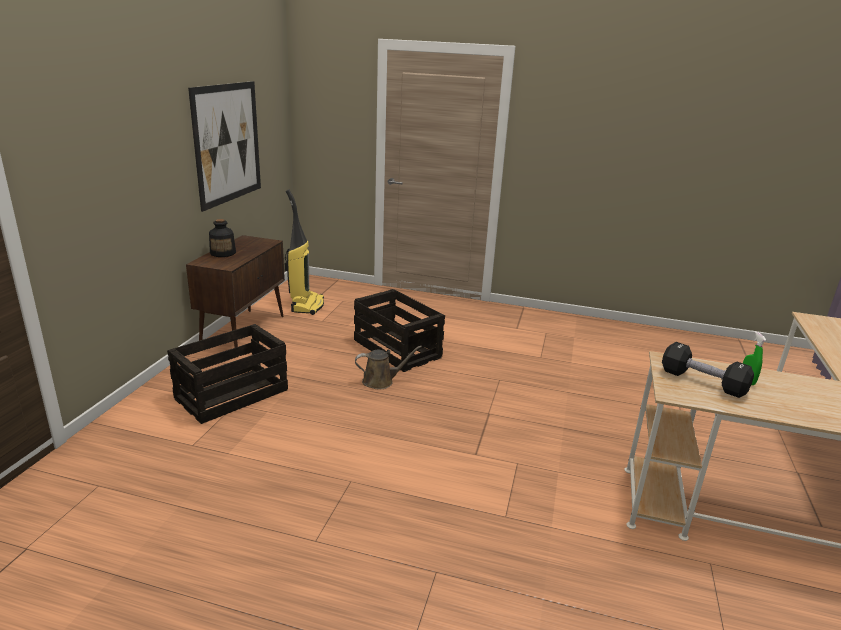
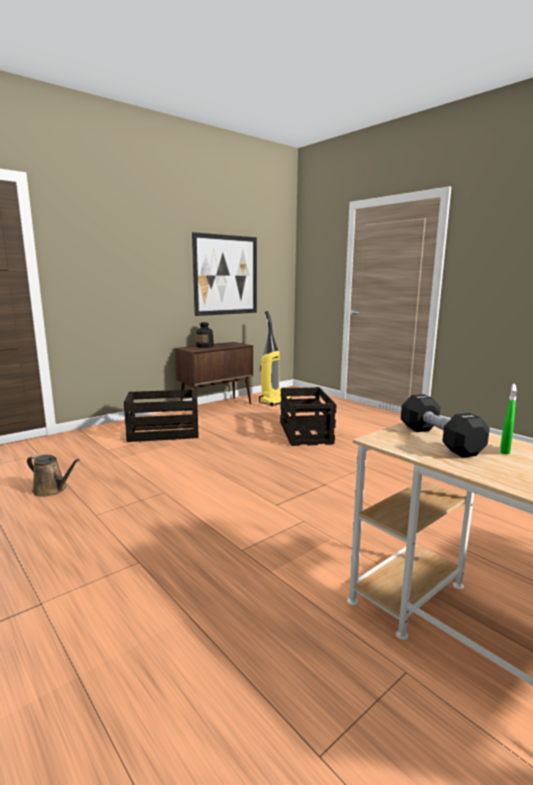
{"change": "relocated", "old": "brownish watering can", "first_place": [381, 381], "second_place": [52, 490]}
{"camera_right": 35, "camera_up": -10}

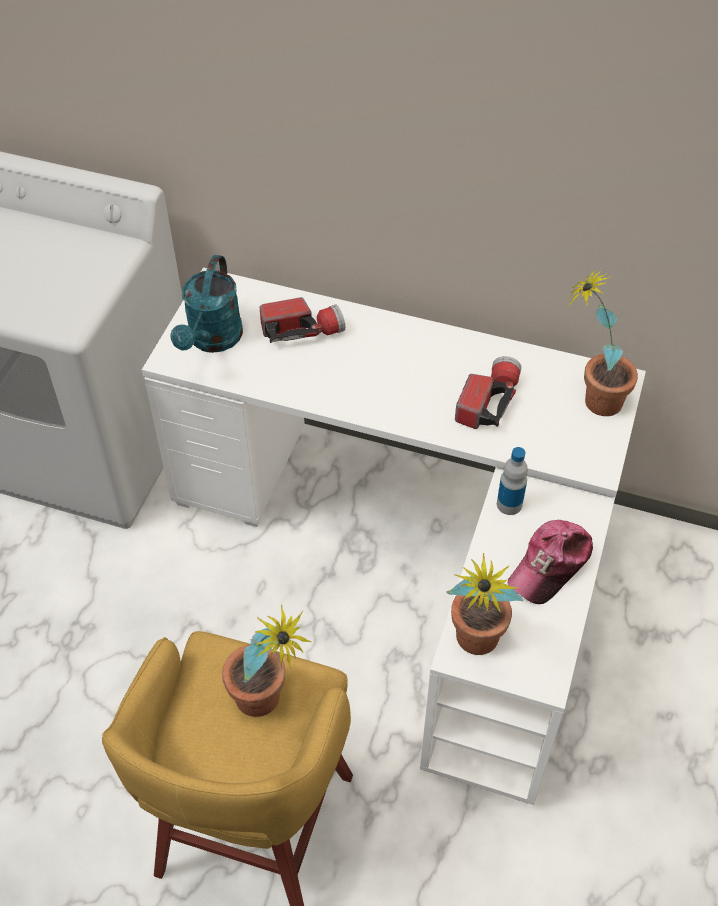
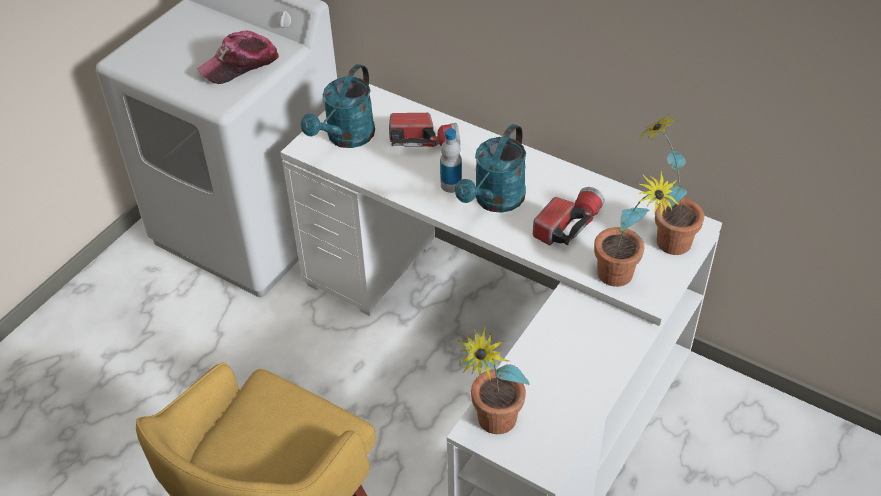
{"change": "relocated", "old": "bottle", "first_place": [509, 504], "second_place": [451, 185]}
{"change": "relocated", "old": "peaked cap", "first_place": [550, 565], "second_place": [240, 65]}
{"change": "relocated", "old": "houseplant", "first_place": [267, 705], "second_place": [622, 280]}
{"change": "appeared", "new": "turquoise-coloured watering can", "second_place": [495, 201]}
{"camera_right": 15, "camera_up": -5}

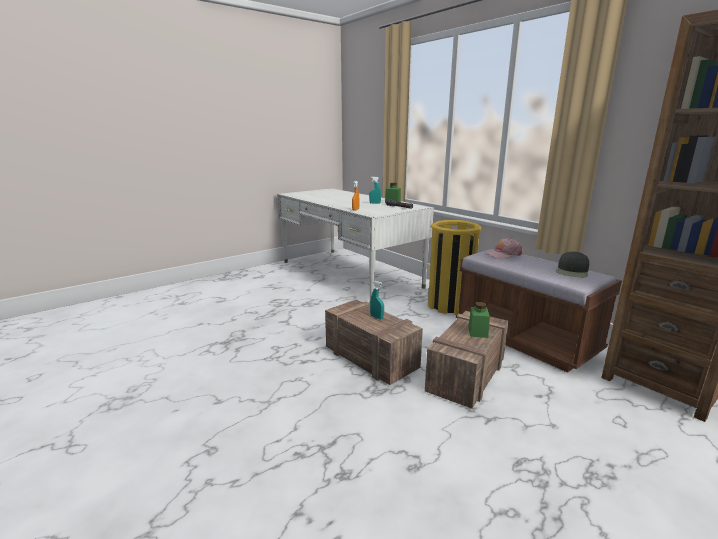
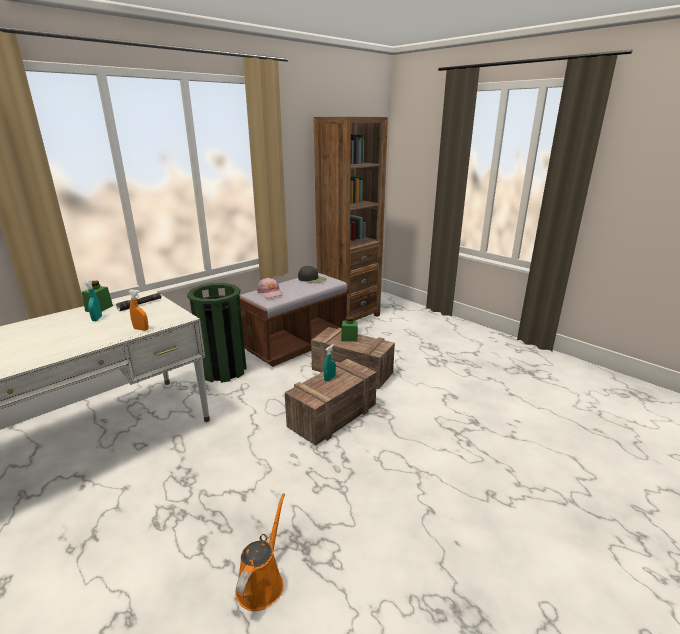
{"change": "colour", "old": "yellow waste bin", "new": "greenish waste bin", "first_place": [449, 305], "second_place": [223, 370]}
{"change": "appeared", "new": "orange-coloured watering can", "second_place": [262, 582]}
{"camera_right": -95, "camera_up": 5}

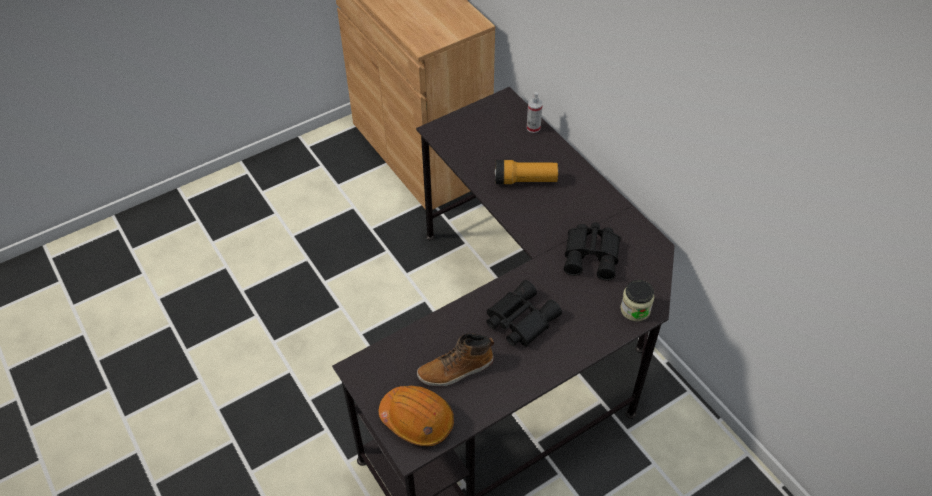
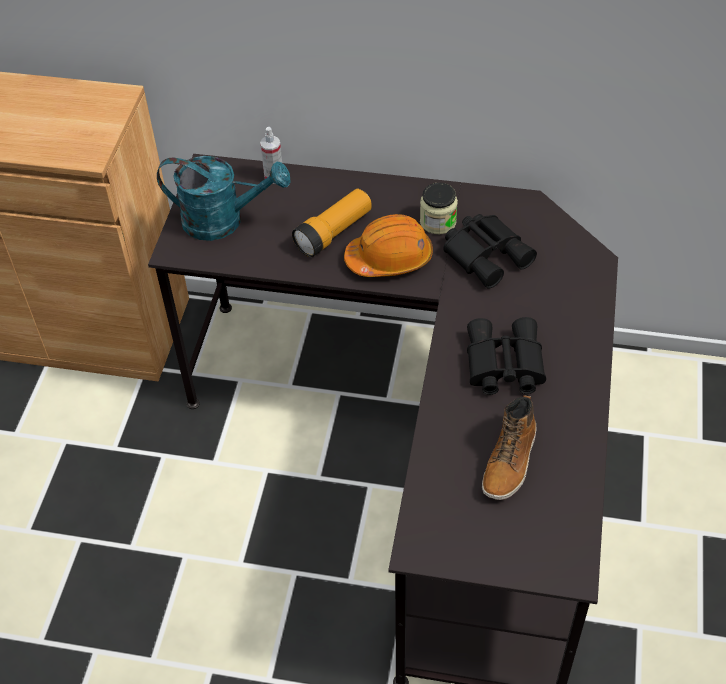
{"change": "relocated", "old": "preserve jar", "first_place": [635, 309], "second_place": [438, 222]}
{"change": "relocated", "old": "orange-coloured hard hat", "first_place": [417, 420], "second_place": [390, 258]}
{"change": "appeared", "new": "turquoise-coloured watering can", "second_place": [224, 221]}
{"camera_right": -45, "camera_up": 0}

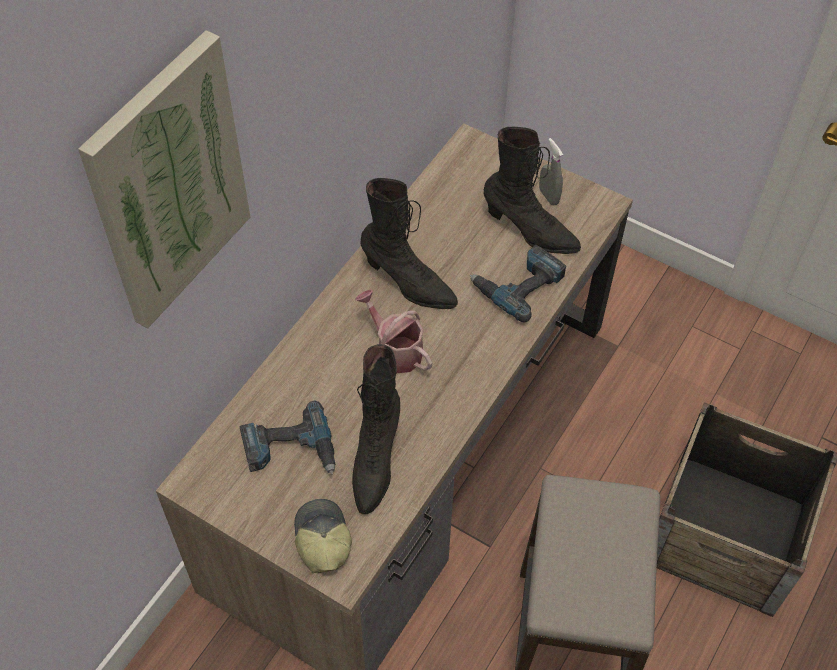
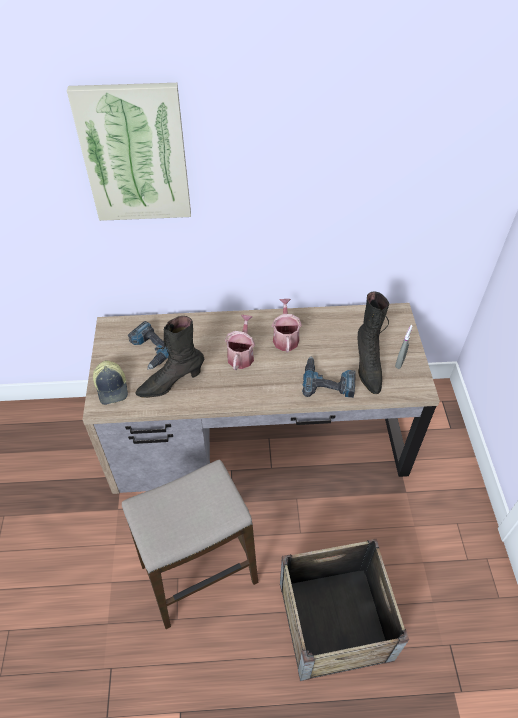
{"change": "exchanged", "old": "black tall boot", "new": "watering can", "first_place": [408, 283], "second_place": [285, 337]}
{"change": "spun", "old": "peaked cap", "first_place": [321, 540], "second_place": [112, 387], "degrees": 120}
{"camera_right": 55, "camera_up": -5}

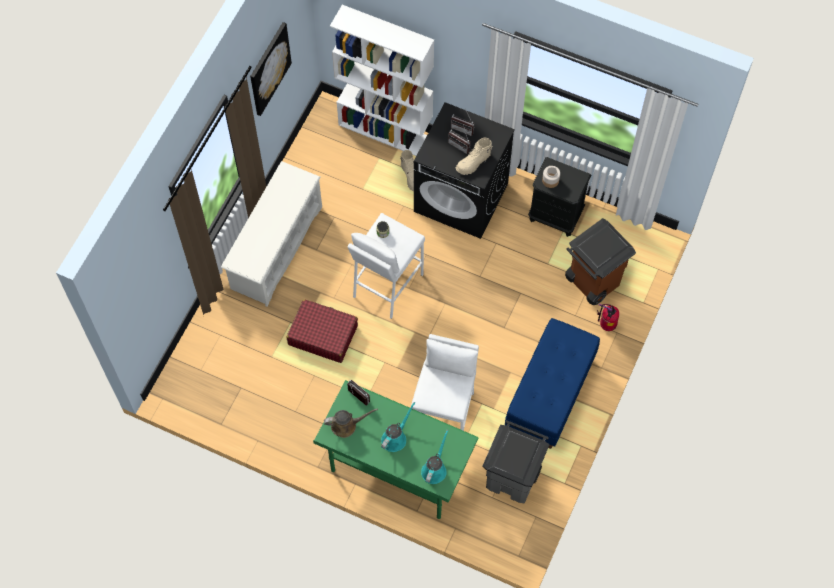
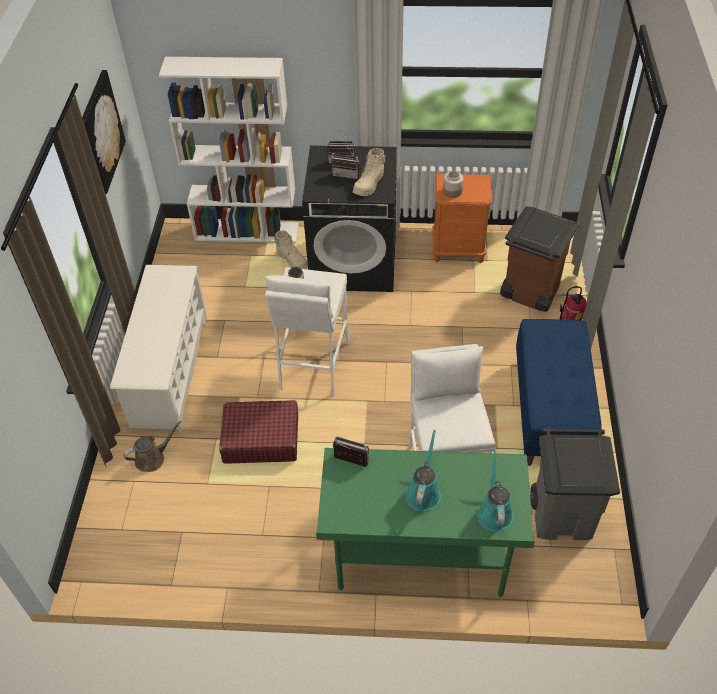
{"change": "colour", "old": "black night table", "new": "orange-coloured night table", "first_place": [555, 216], "second_place": [458, 250]}
{"change": "relocated", "old": "brownish watering can", "first_place": [346, 425], "second_place": [152, 458]}
{"camera_right": -20, "camera_up": -15}

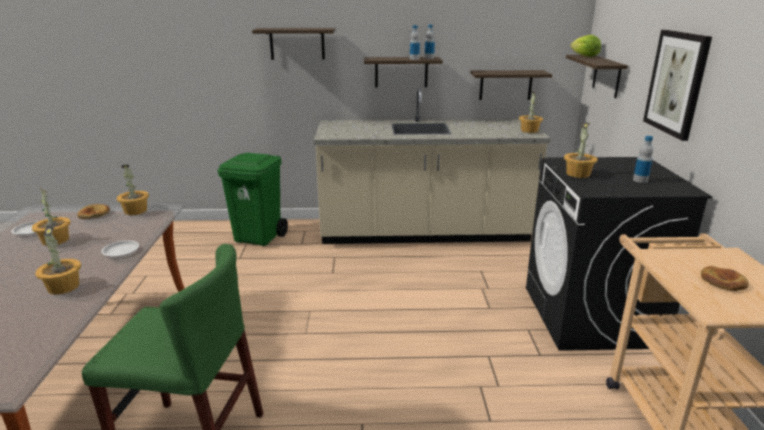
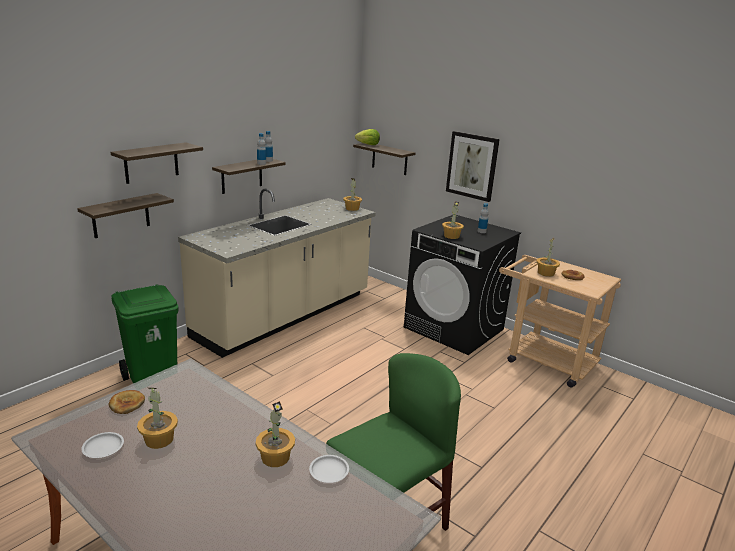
{"change": "relocated", "old": "bracket shelf", "first_place": [505, 85], "second_place": [121, 216]}
{"change": "relocated", "old": "houseplant", "first_place": [135, 211], "second_place": [546, 273]}
{"change": "relocated", "old": "white dinner plate", "first_place": [121, 251], "second_place": [328, 471]}
{"camera_right": -50, "camera_up": 0}

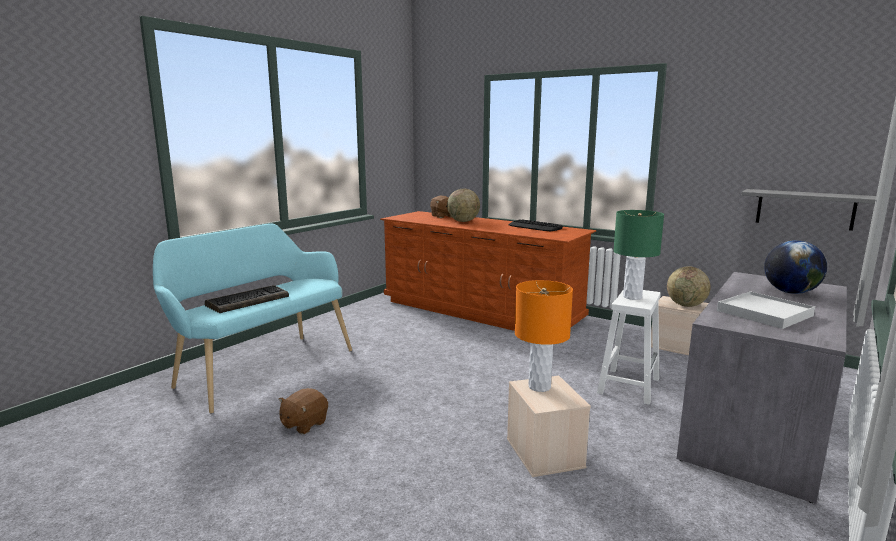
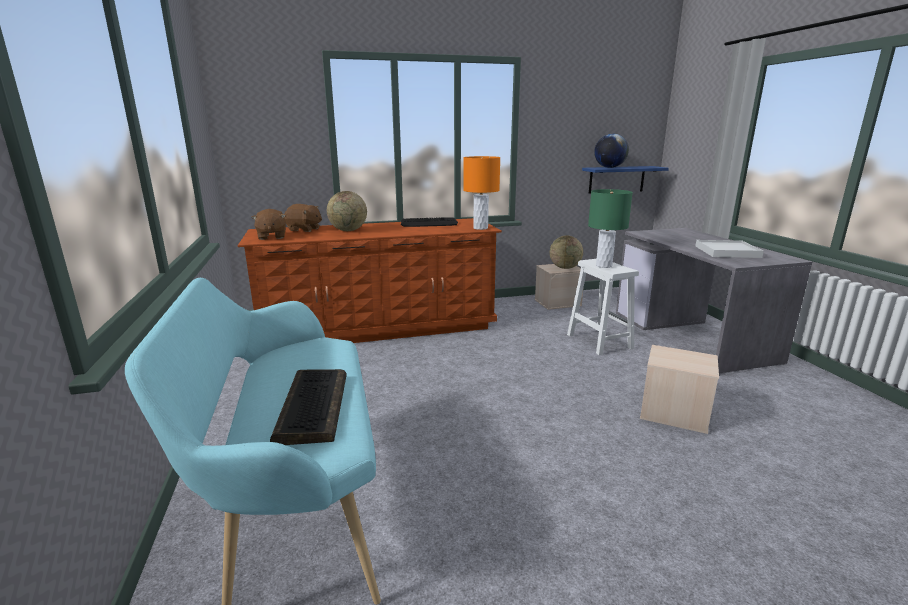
{"change": "colour", "old": "gray bracket shelf", "new": "bluish bracket shelf", "first_place": [804, 209], "second_place": [616, 179]}
{"change": "relocated", "old": "desk globe", "first_place": [790, 292], "second_place": [609, 168]}
{"change": "relocated", "old": "orange-coloured table lamp", "first_place": [539, 387], "second_place": [480, 228]}
{"change": "relocated", "old": "brownish cuddly toy", "first_place": [304, 424], "second_place": [271, 237]}
{"camera_right": -50, "camera_up": 5}

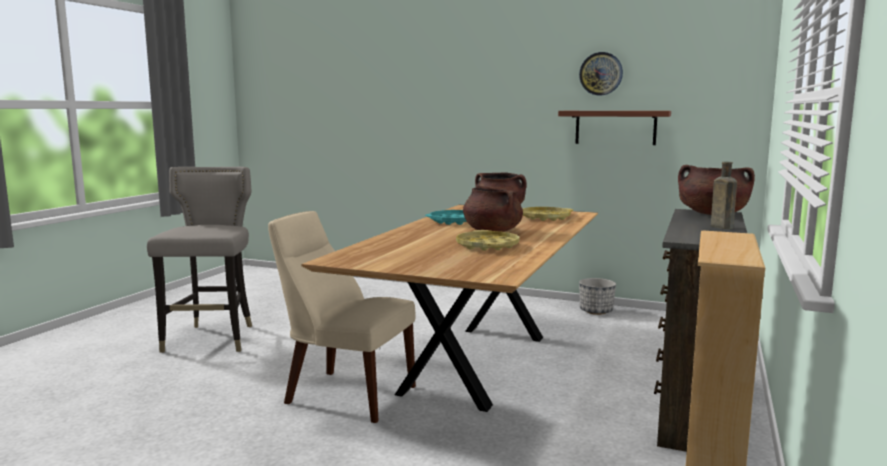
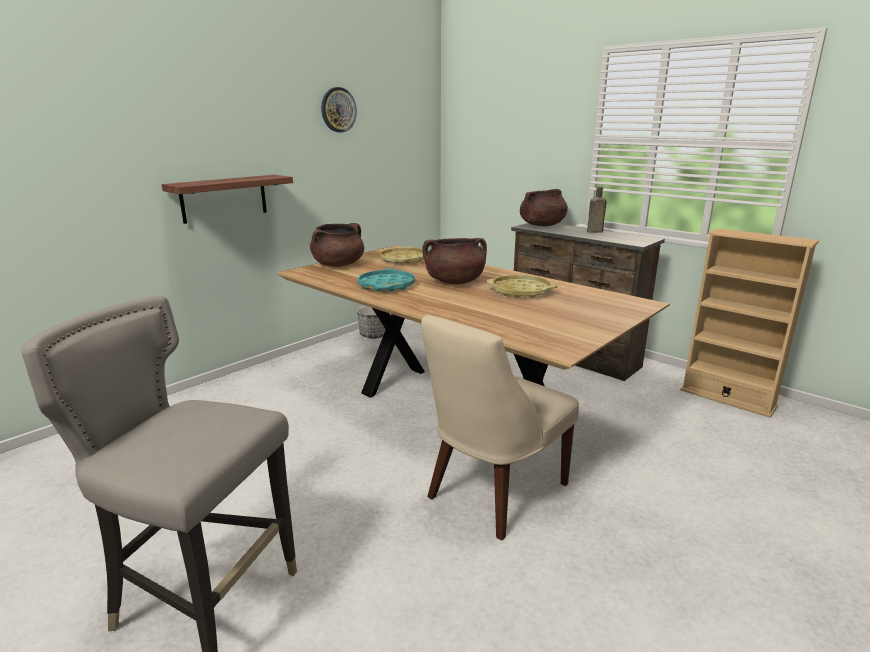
{"change": "relocated", "old": "bracket shelf", "first_place": [615, 127], "second_place": [224, 198]}
{"camera_right": -70, "camera_up": 10}

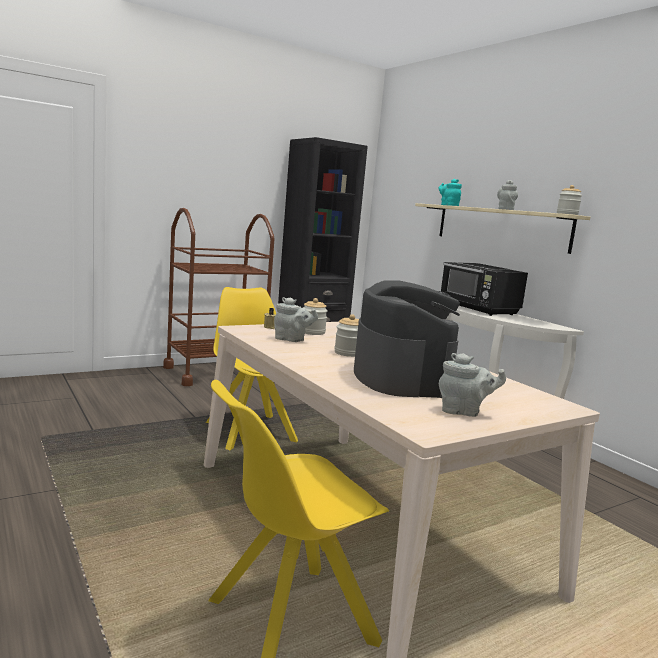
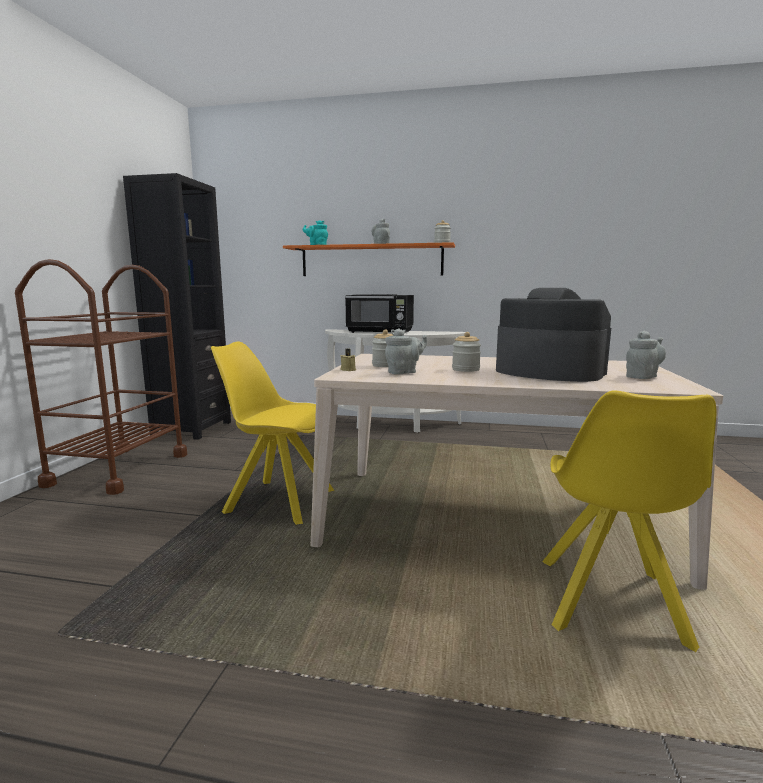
{"change": "colour", "old": "beige-coloured bracket shelf", "new": "orange-coloured bracket shelf", "first_place": [500, 227], "second_place": [371, 261]}
{"camera_right": -45, "camera_up": 0}

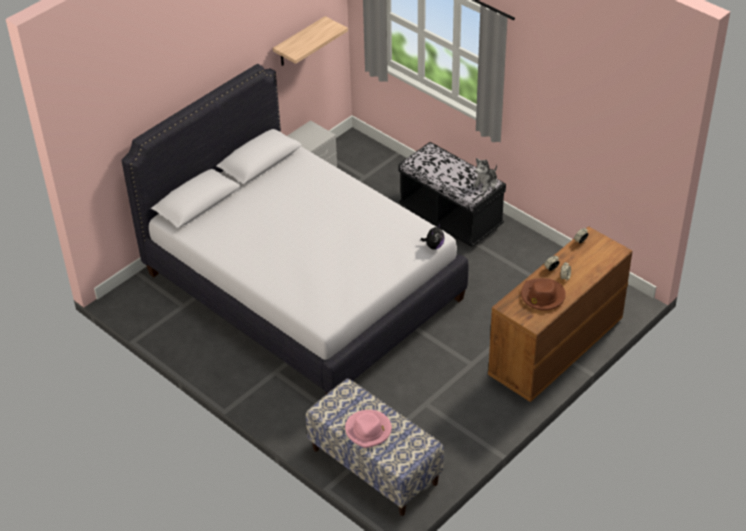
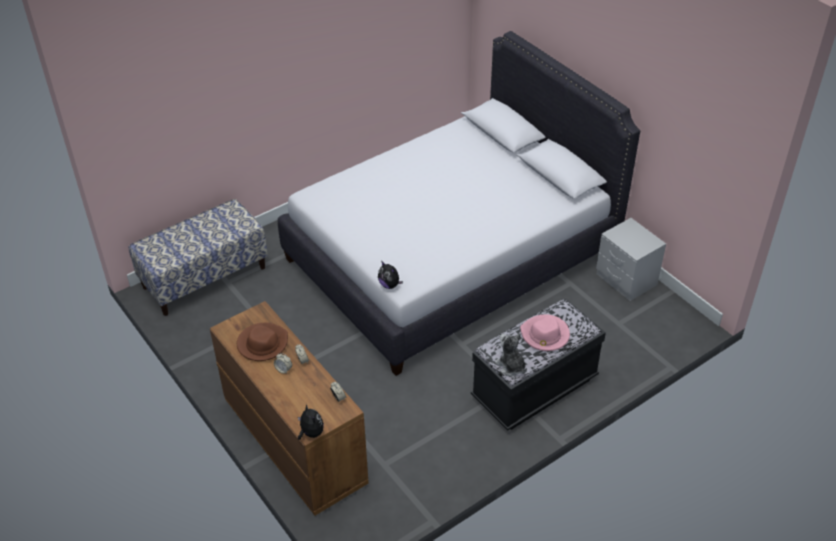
{"change": "missing", "old": "bracket shelf", "first_place": [299, 42]}
{"change": "relocated", "old": "pinkish hat", "first_place": [368, 430], "second_place": [545, 335]}
{"change": "appeared", "new": "cuddly toy", "second_place": [311, 433]}
{"camera_right": 100, "camera_up": 0}

